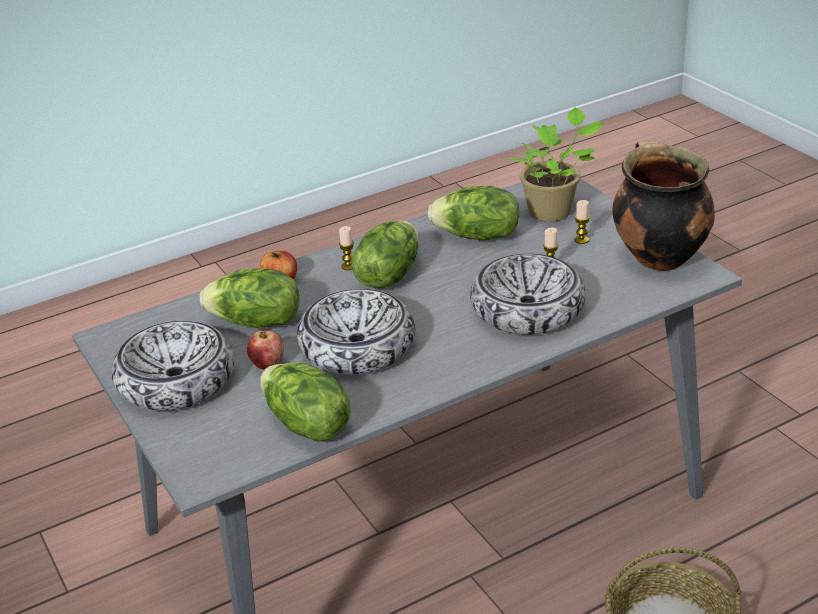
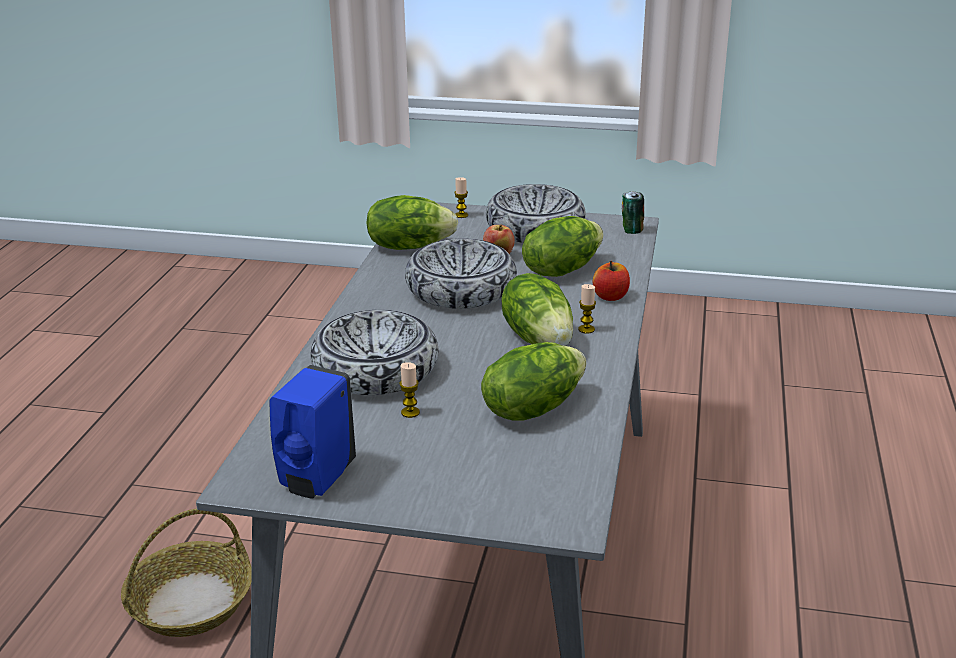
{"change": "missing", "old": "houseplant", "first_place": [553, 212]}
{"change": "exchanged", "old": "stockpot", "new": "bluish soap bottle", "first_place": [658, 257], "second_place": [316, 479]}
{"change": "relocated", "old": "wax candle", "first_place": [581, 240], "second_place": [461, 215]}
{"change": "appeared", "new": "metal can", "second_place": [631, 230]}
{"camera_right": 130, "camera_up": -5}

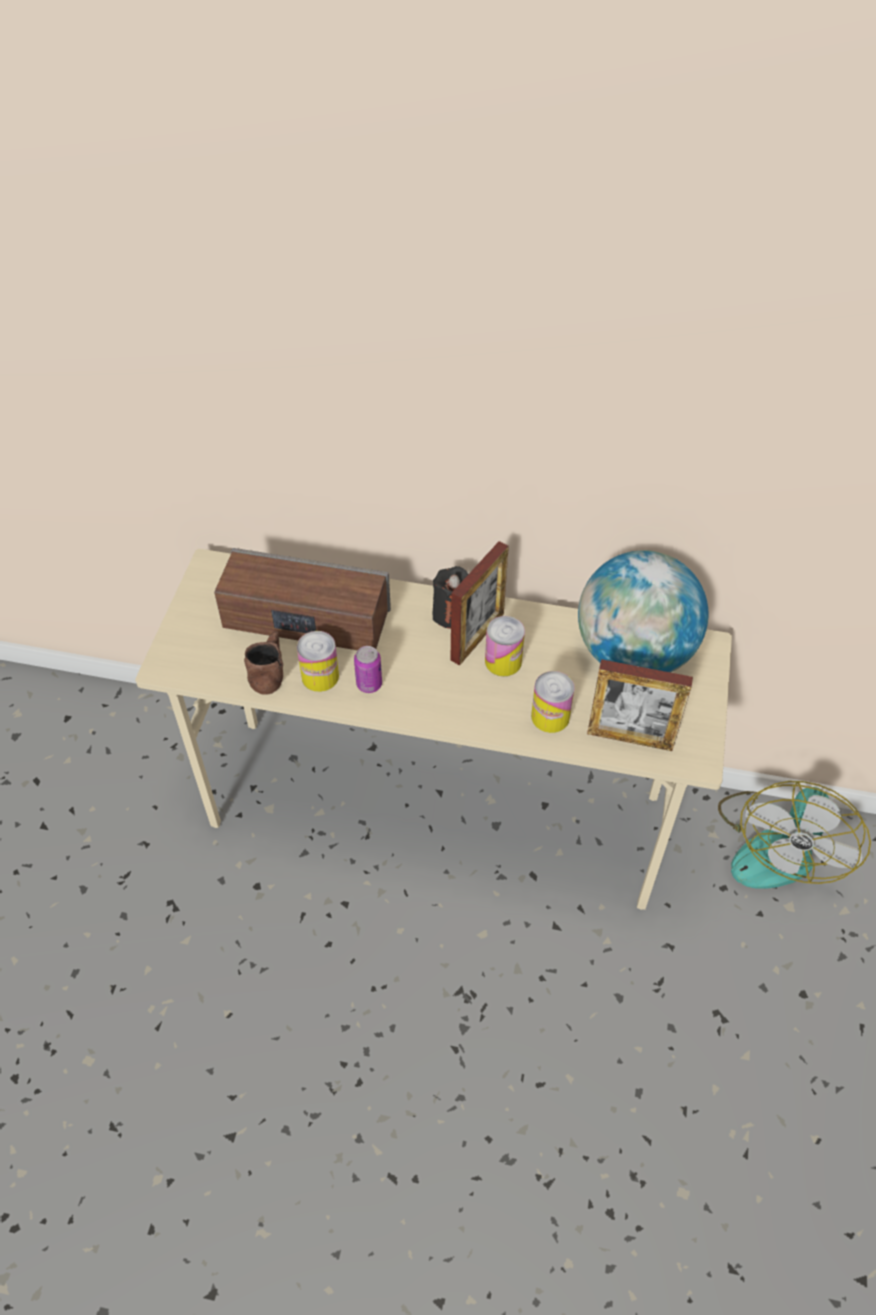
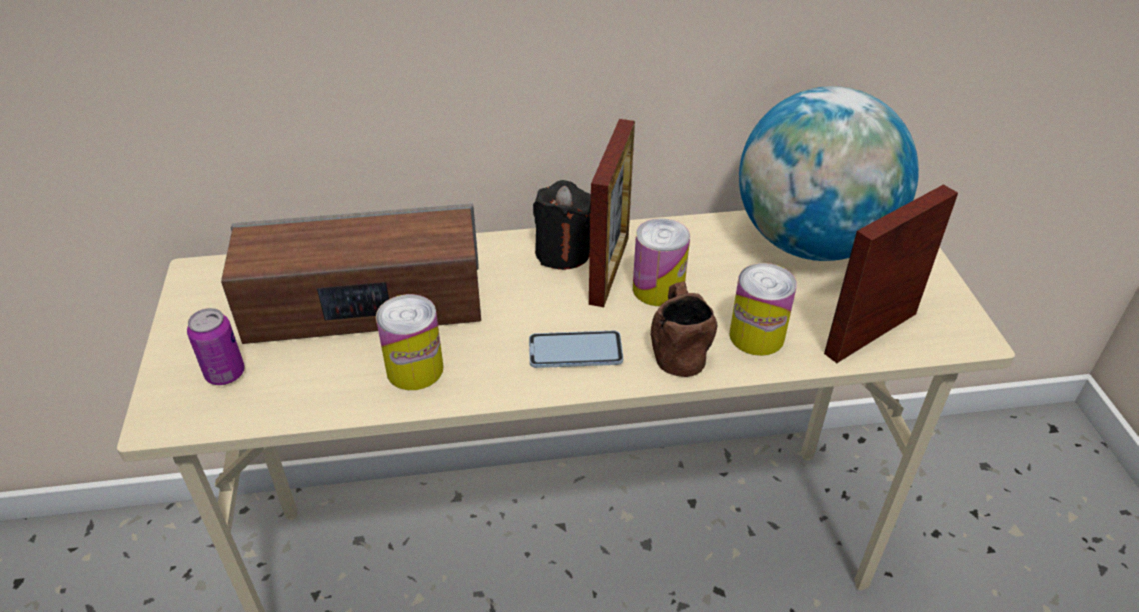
{"change": "relocated", "old": "brownish tea mug", "first_place": [270, 672], "second_place": [677, 347]}
{"change": "relocated", "old": "metal can", "first_place": [369, 684], "second_place": [225, 373]}
{"change": "spun", "old": "picture frame", "first_place": [630, 737], "second_place": [871, 333], "degrees": 150}
{"change": "missing", "old": "fan", "first_place": [777, 844]}
{"change": "appeared", "new": "phone", "second_place": [575, 351]}
{"camera_right": -20, "camera_up": -10}

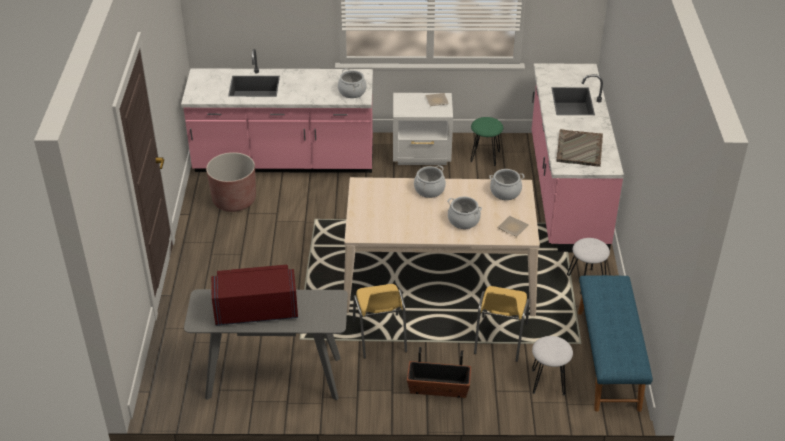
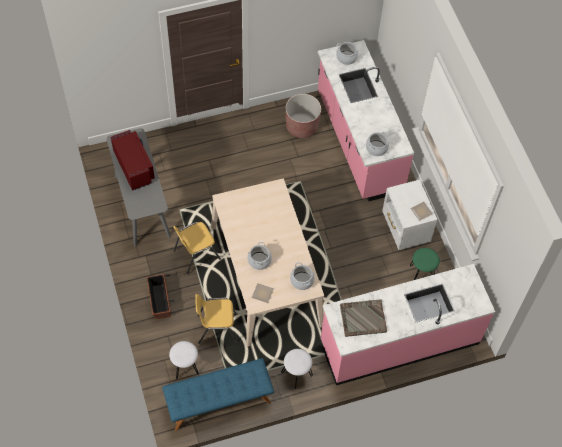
{"change": "relocated", "old": "stockpot", "first_place": [429, 189], "second_place": [346, 57]}
{"camera_right": 70, "camera_up": 20}

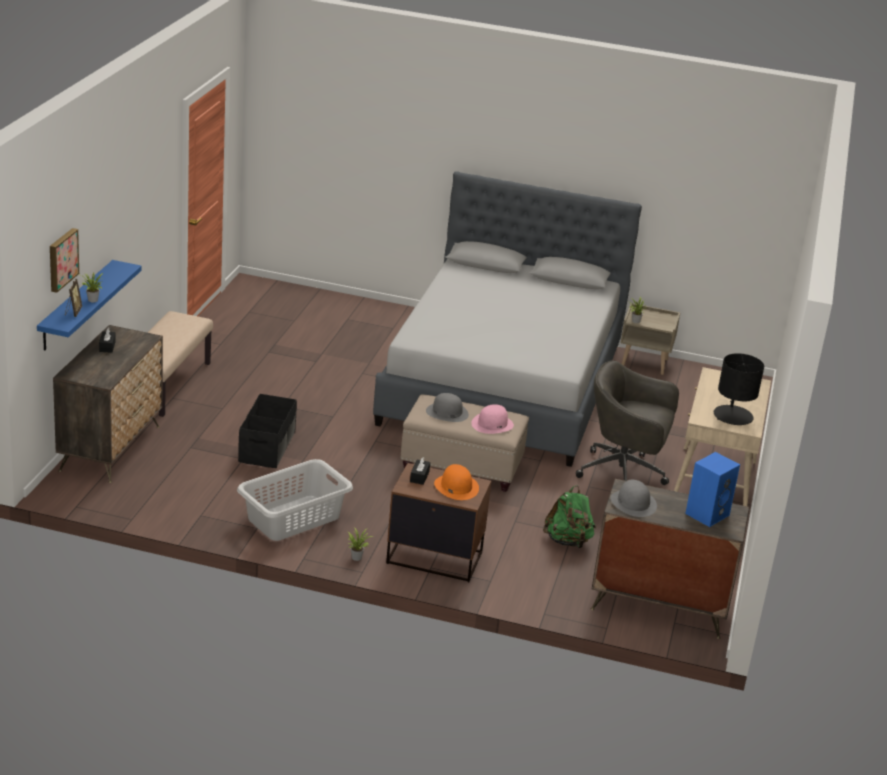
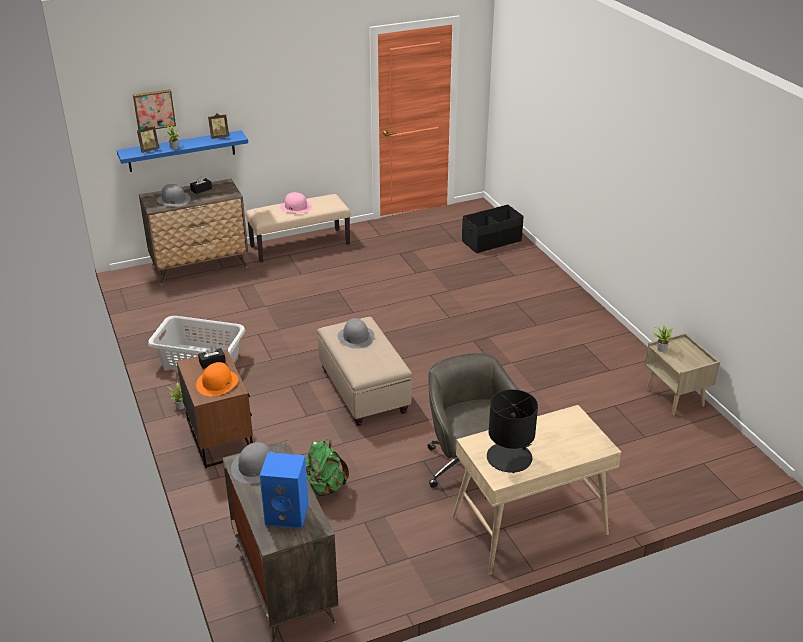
{"change": "missing", "old": "gray bed", "first_place": [502, 385]}
{"change": "relocated", "old": "black storage container", "first_place": [267, 447], "second_place": [491, 241]}
{"change": "relocated", "old": "pinkish hat", "first_place": [492, 424], "second_place": [296, 207]}
{"change": "appeared", "new": "picture frame", "second_place": [219, 137]}
{"change": "appeared", "new": "gray hat", "second_place": [173, 199]}
{"camera_right": 55, "camera_up": 5}

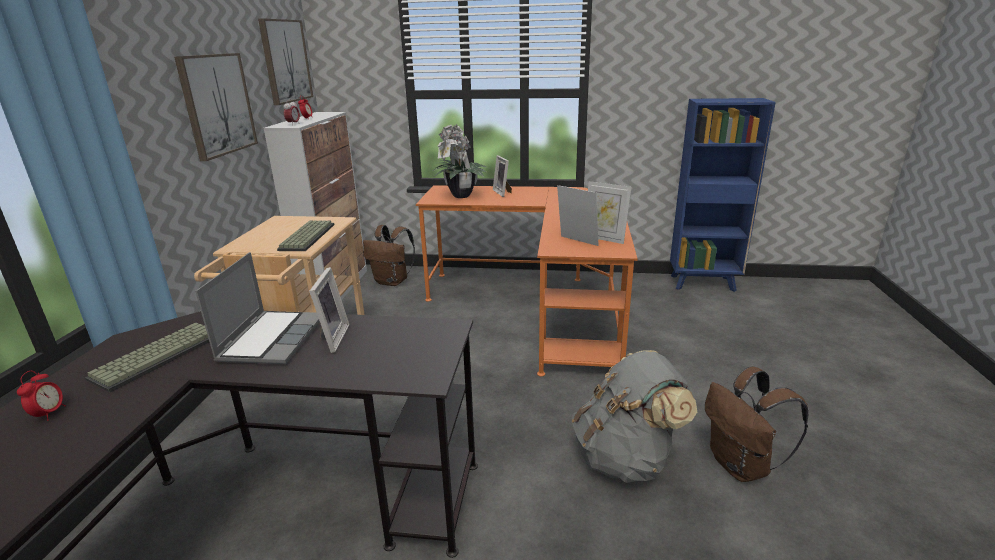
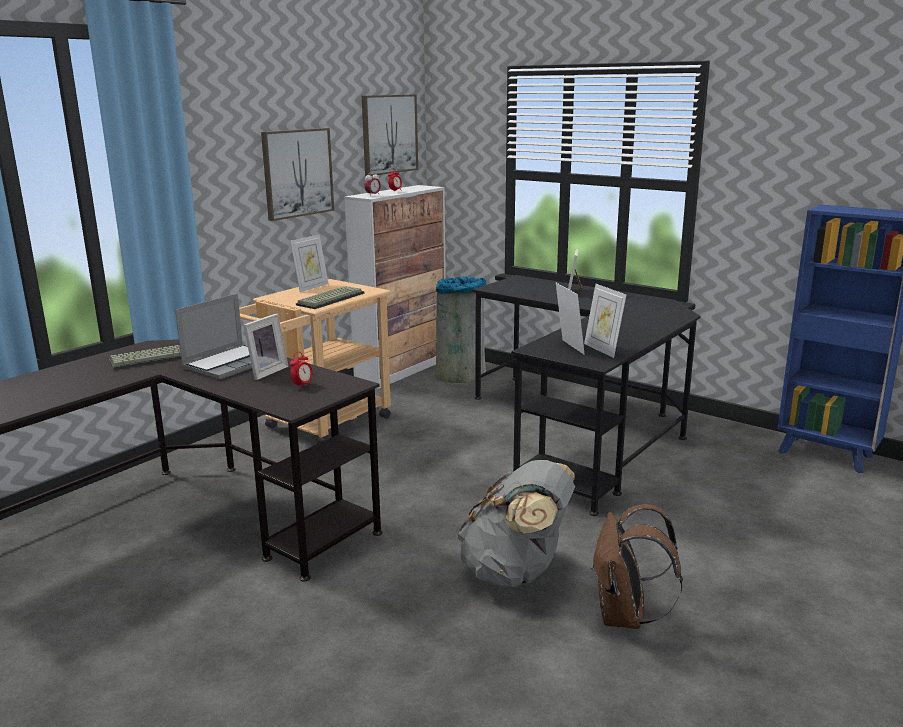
{"change": "missing", "old": "houseplant", "first_place": [459, 196]}
{"change": "colour", "old": "orange-coloured desk table", "new": "black desk table", "first_place": [539, 308], "second_place": [583, 431]}
{"change": "exchanged", "old": "brownish backpack", "new": "gray waste bin", "first_place": [393, 281], "second_place": [461, 374]}
{"change": "relocated", "old": "table clock", "first_place": [49, 414], "second_place": [302, 385]}
{"change": "appeared", "new": "picture frame", "second_place": [311, 287]}
{"camera_right": 30, "camera_up": -5}

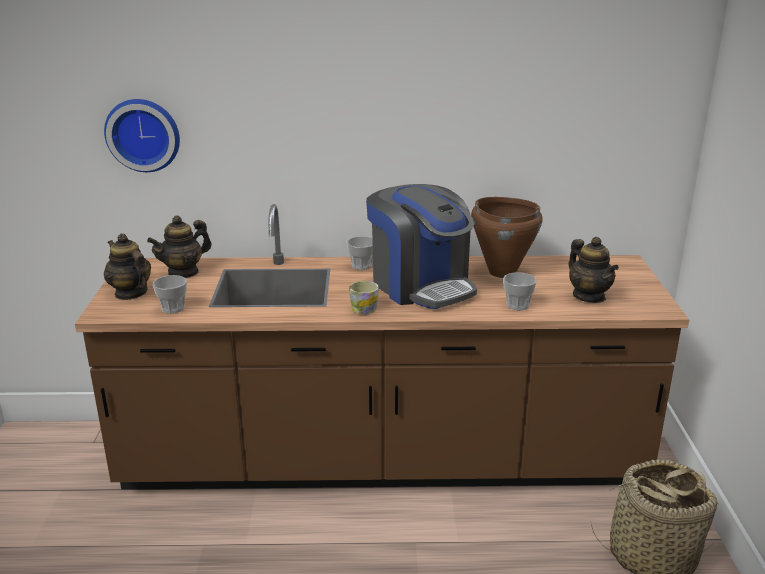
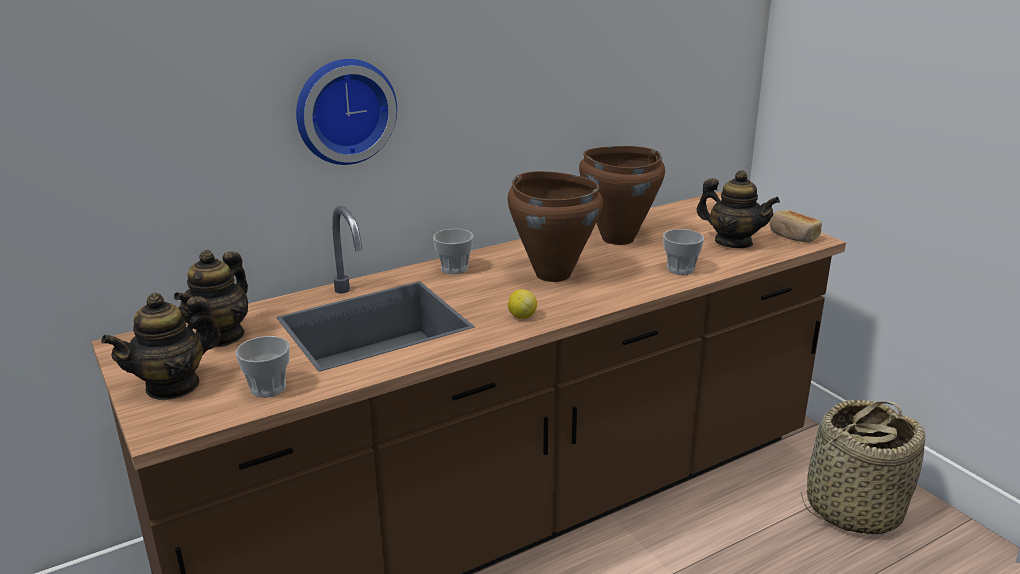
{"change": "relocated", "old": "clock on the wall", "first_place": [144, 134], "second_place": [344, 110]}
{"change": "exchanged", "old": "coffee brewer", "new": "brownish stockpot", "first_place": [421, 285], "second_place": [553, 274]}
{"change": "spun", "old": "tea pot", "first_place": [130, 293], "second_place": [173, 386], "degrees": -60}
{"change": "exchanged", "old": "tea mug", "new": "whole lemon", "first_place": [363, 307], "second_place": [522, 316]}
{"change": "appeared", "new": "bread", "second_place": [793, 236]}
{"camera_right": -30, "camera_up": 0}

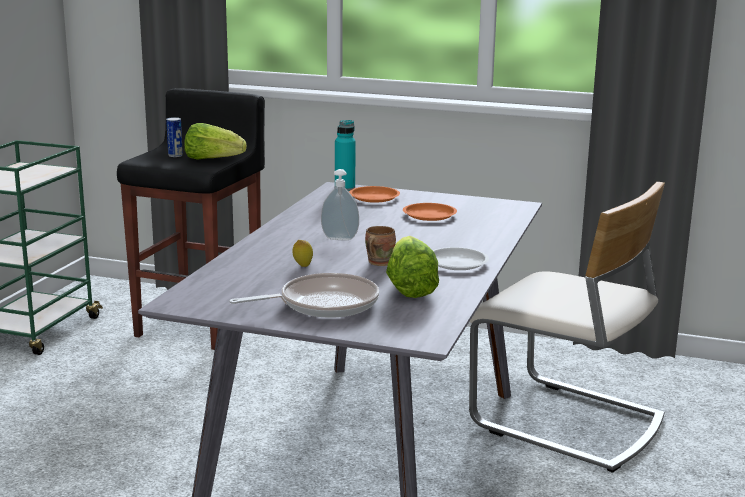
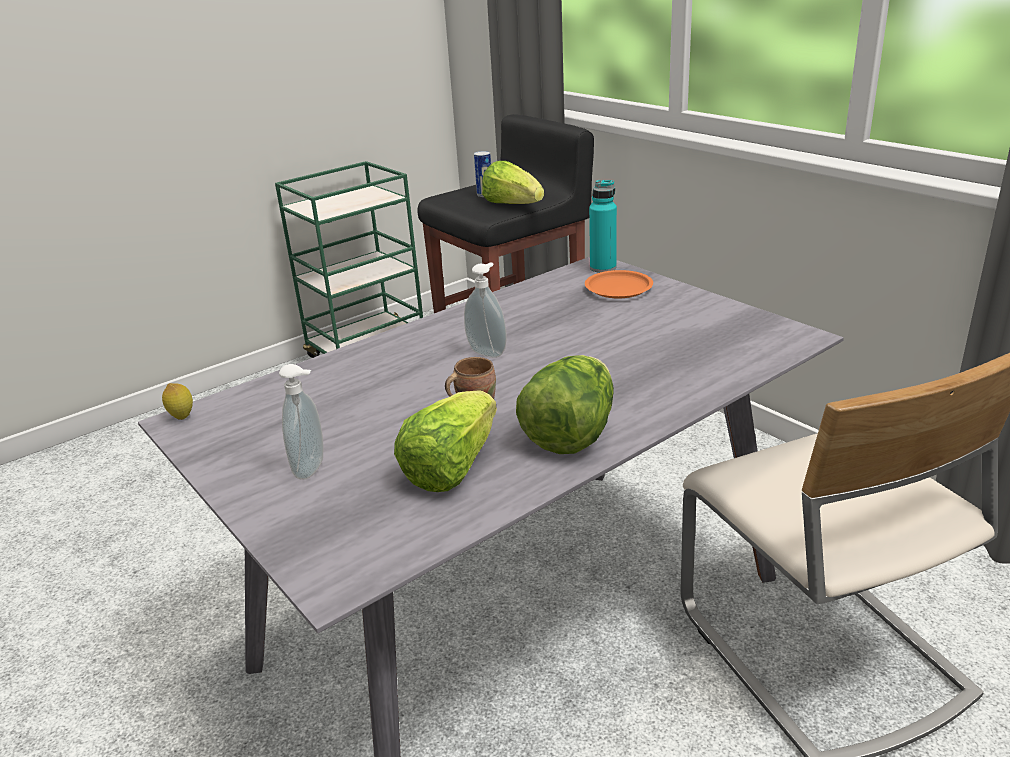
{"change": "missing", "old": "orange-coloured dinner plate", "first_place": [430, 215]}
{"change": "relocated", "old": "whole lemon", "first_place": [302, 266], "second_place": [182, 417]}
{"change": "exchanged", "old": "white dinner plate", "new": "lettuce", "first_place": [456, 263], "second_place": [571, 434]}
{"change": "exchanged", "old": "pan", "new": "soap bottle", "first_place": [323, 304], "second_place": [312, 469]}
{"camera_right": 35, "camera_up": 10}

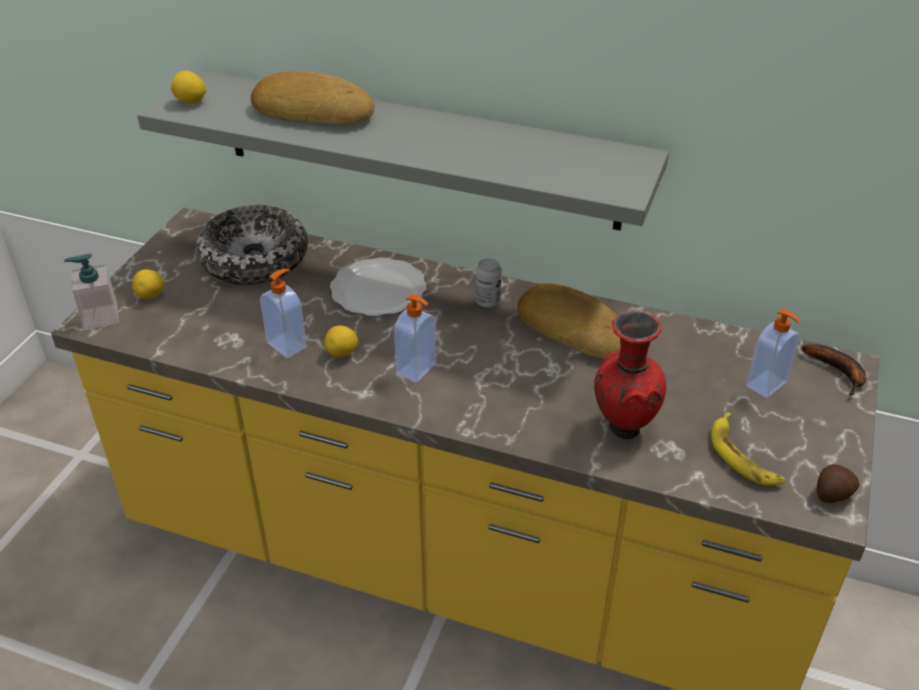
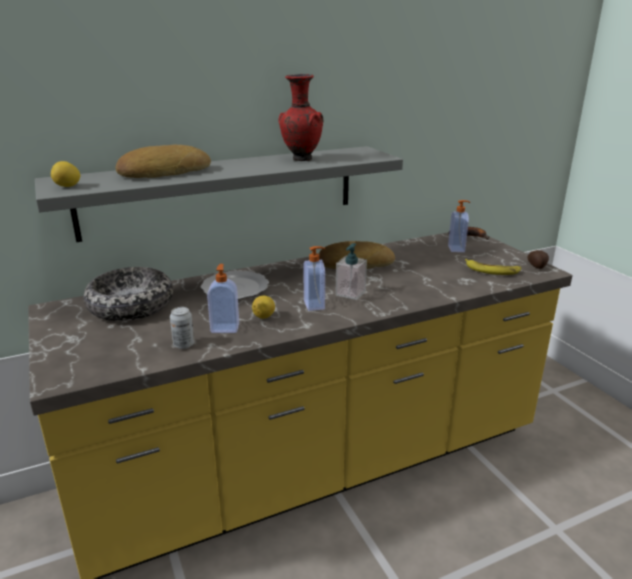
{"change": "relocated", "old": "soap bottle", "first_place": [100, 317], "second_place": [350, 293]}
{"change": "relocated", "old": "metal can", "first_place": [488, 301], "second_place": [184, 345]}
{"change": "missing", "old": "whole lemon", "first_place": [151, 296]}
{"change": "relocated", "old": "reddish decorative vase", "first_place": [622, 427], "second_place": [300, 159]}
{"camera_right": -45, "camera_up": -15}

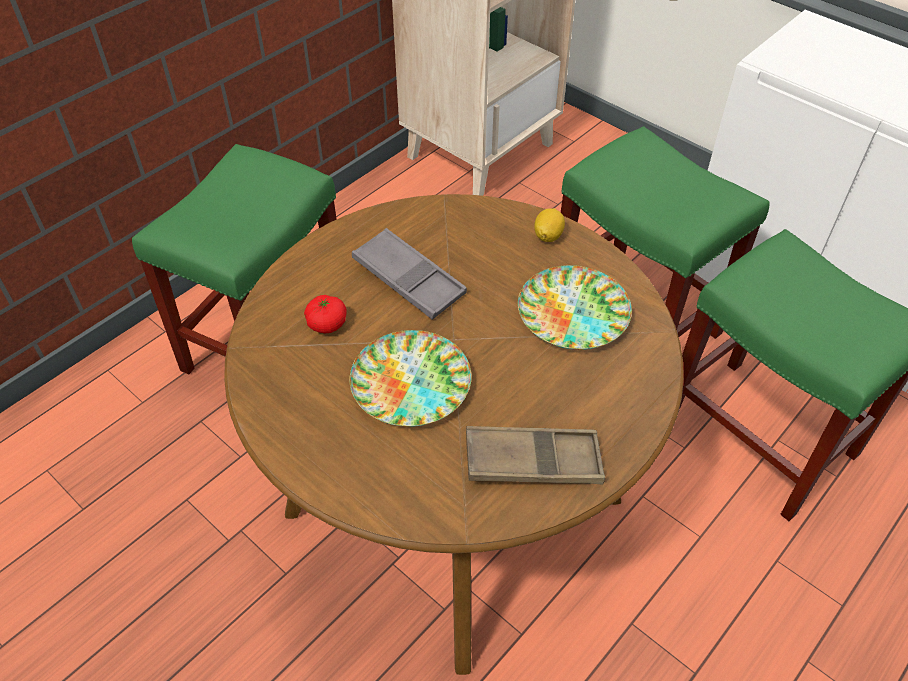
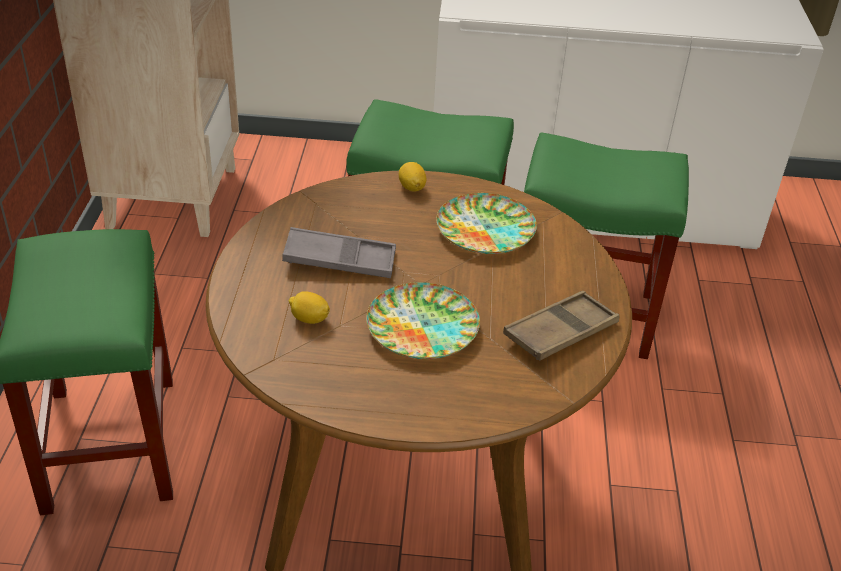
{"change": "exchanged", "old": "whole tomato", "new": "whole lemon", "first_place": [327, 324], "second_place": [309, 319]}
{"camera_right": -40, "camera_up": -10}

